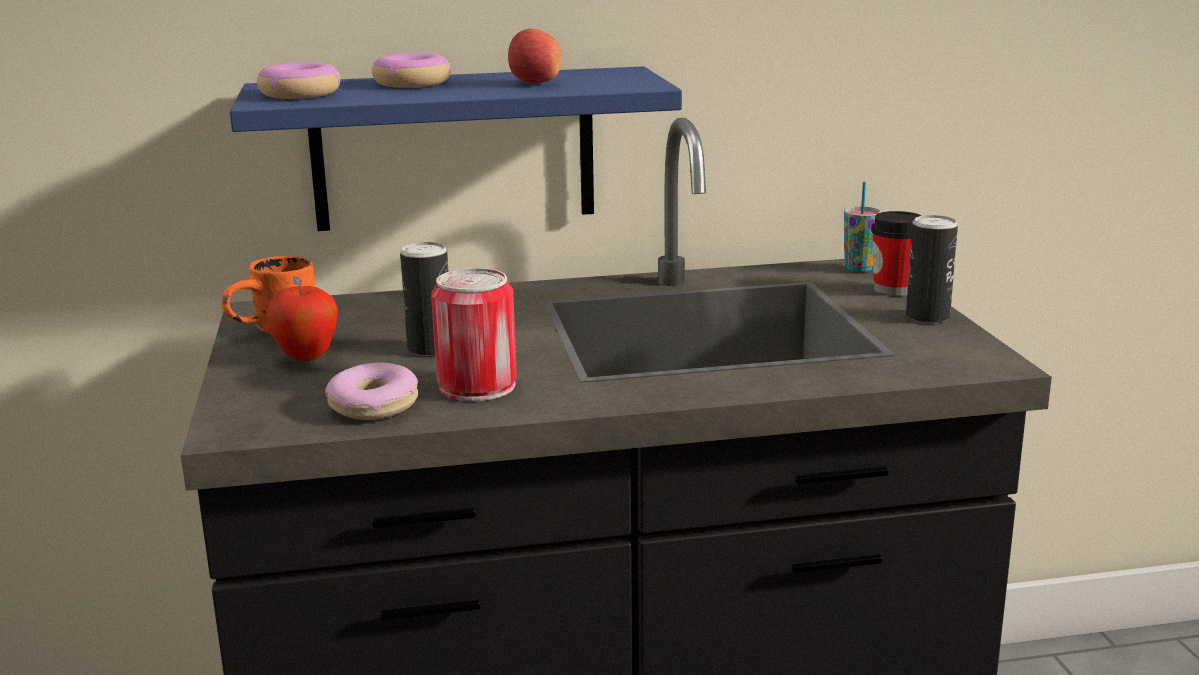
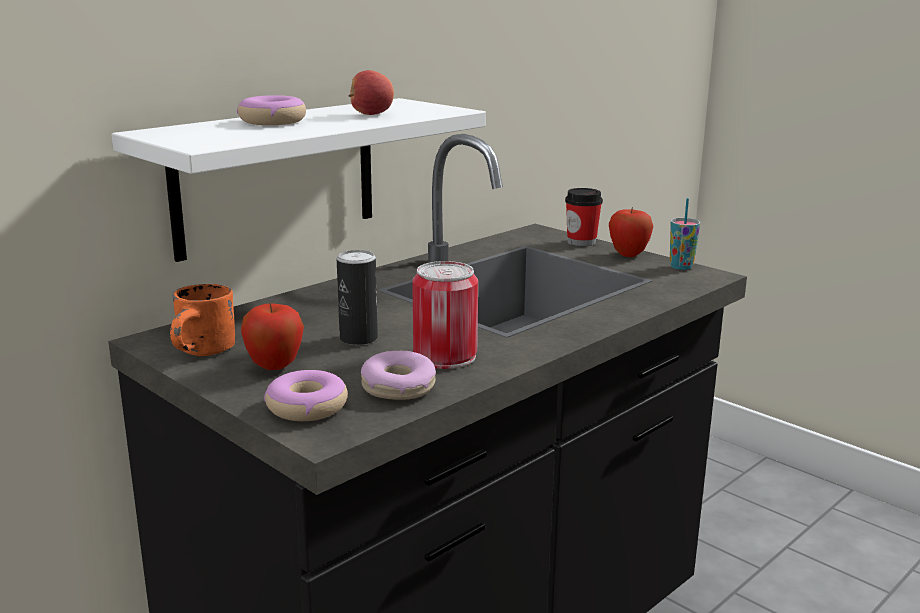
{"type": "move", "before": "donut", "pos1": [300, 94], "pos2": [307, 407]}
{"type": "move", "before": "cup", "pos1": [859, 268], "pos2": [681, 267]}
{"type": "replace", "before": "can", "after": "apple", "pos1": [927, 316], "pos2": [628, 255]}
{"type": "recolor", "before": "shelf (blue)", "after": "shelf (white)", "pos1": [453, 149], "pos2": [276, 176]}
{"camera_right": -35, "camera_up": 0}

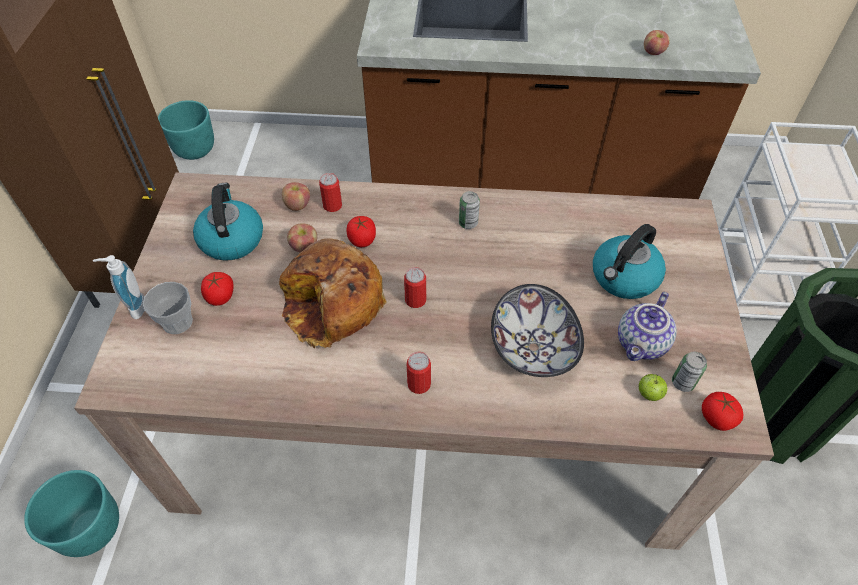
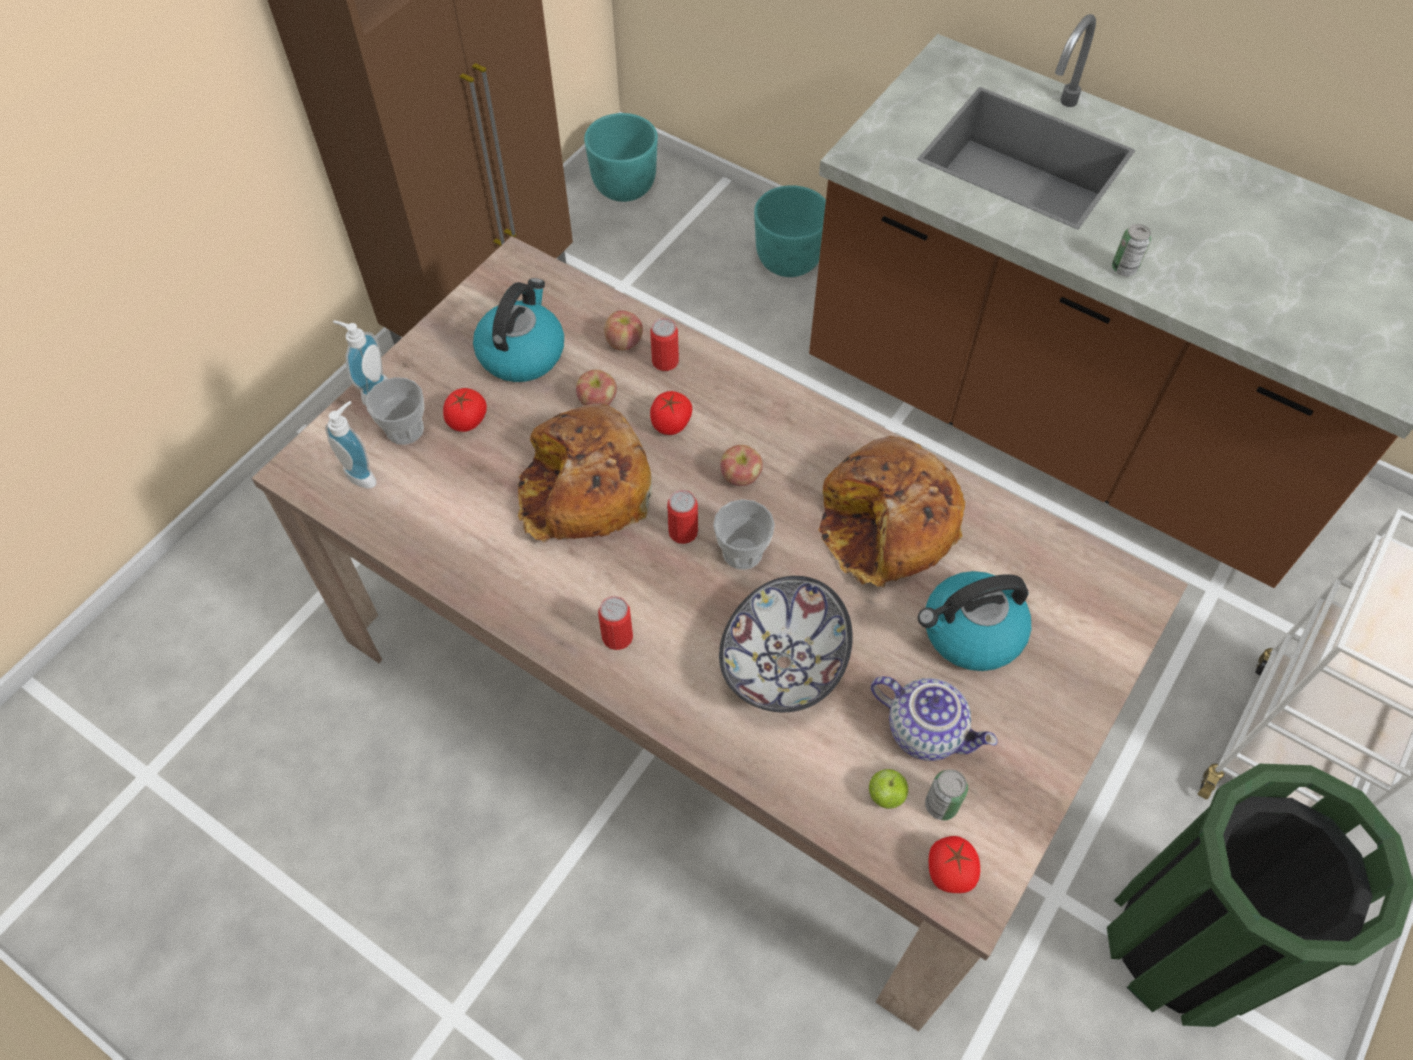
{"type": "insert", "after": "soap dispenser", "pos2": [364, 473]}
{"type": "insert", "after": "cup", "pos2": [742, 552]}
{"type": "insert", "after": "bread", "pos2": [887, 526]}
{"type": "move", "before": "planter (turquoise)", "pos1": [91, 528], "pos2": [788, 260]}
{"type": "move", "before": "can", "pos1": [468, 223], "pos2": [1124, 268]}
{"type": "move", "before": "apple", "pos1": [653, 52], "pos2": [740, 477]}
{"type": "rotate", "before": "teapot", "pos1": [642, 344], "pos2": [926, 730], "turn": -120}
{"camera_right": 30, "camera_up": 5}

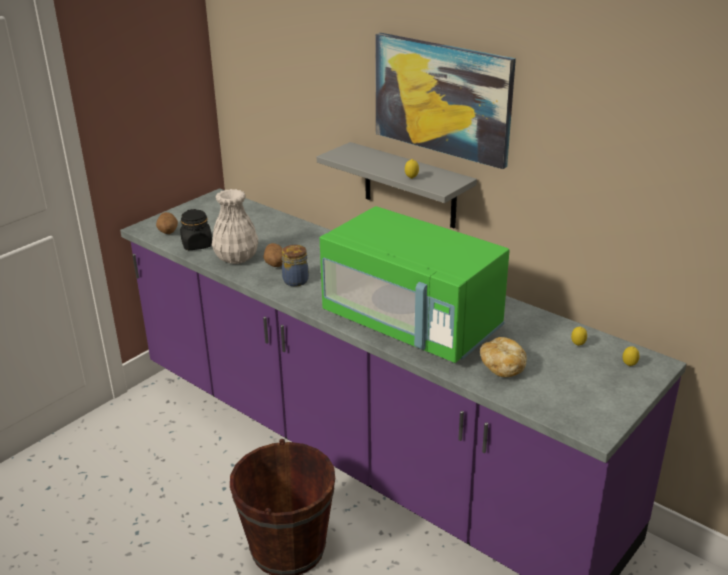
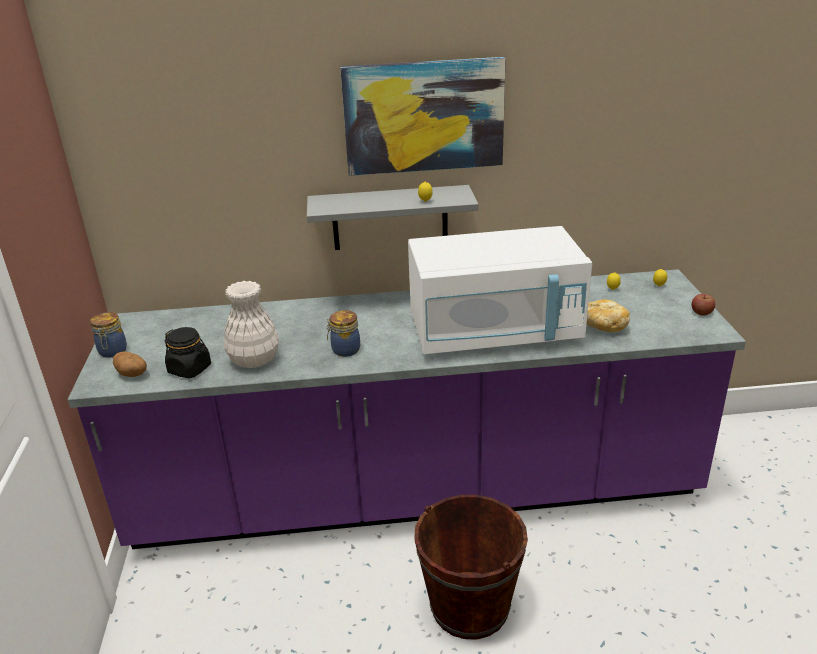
{"type": "delete", "before": "potato", "pos1": [275, 264]}
{"type": "insert", "after": "jar", "pos2": [112, 352]}
{"type": "insert", "after": "apple", "pos2": [701, 312]}
{"type": "recolor", "before": "microwave (green)", "after": "microwave (white)", "pos1": [412, 324], "pos2": [495, 332]}
{"camera_right": -45, "camera_up": 0}

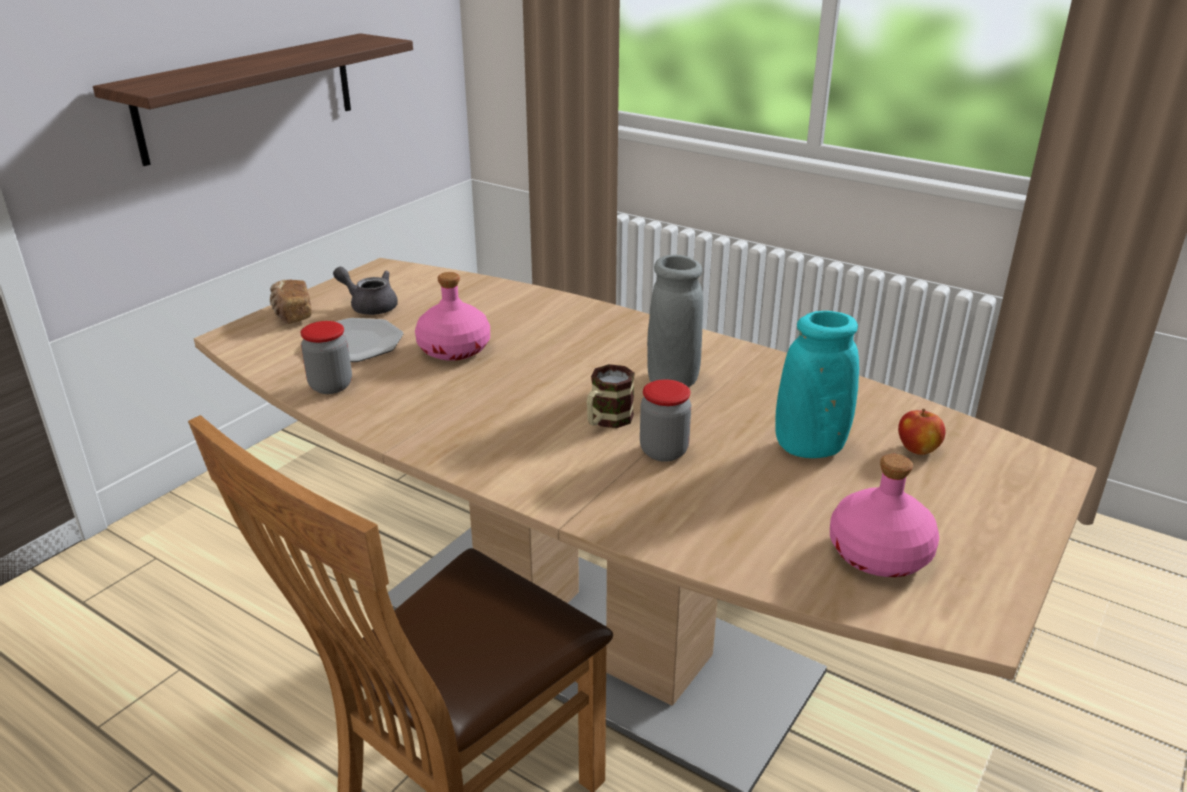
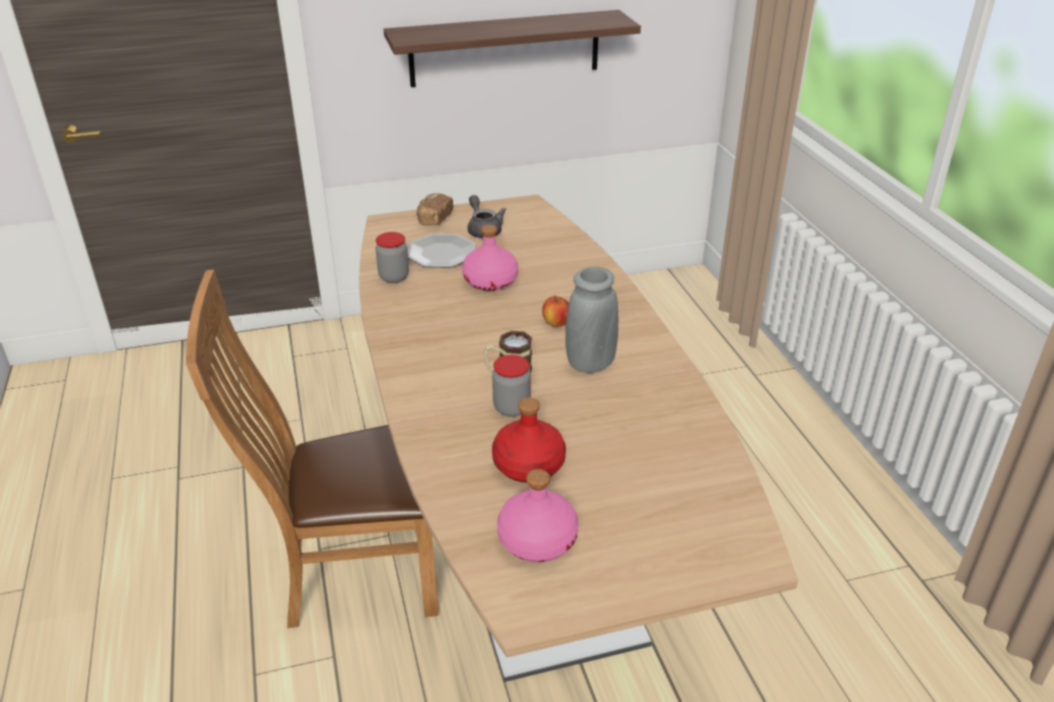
{"type": "delete", "before": "vase (turquoise)", "pos1": [810, 447]}
{"type": "insert", "after": "bottle (red)", "pos2": [528, 465]}
{"type": "move", "before": "apple", "pos1": [918, 449], "pos2": [556, 323]}
{"camera_right": 40, "camera_up": 5}

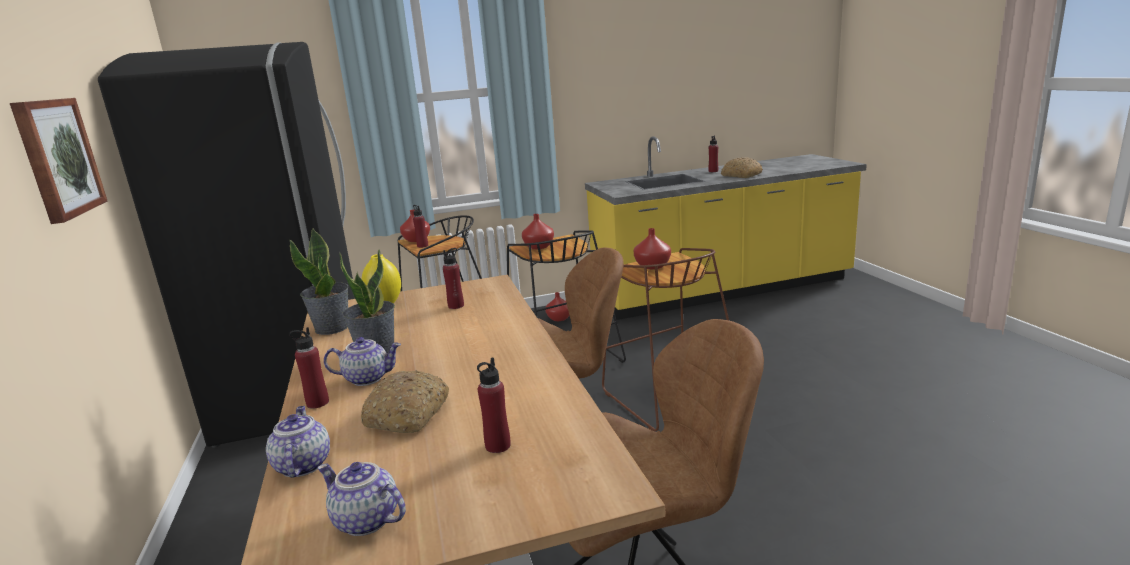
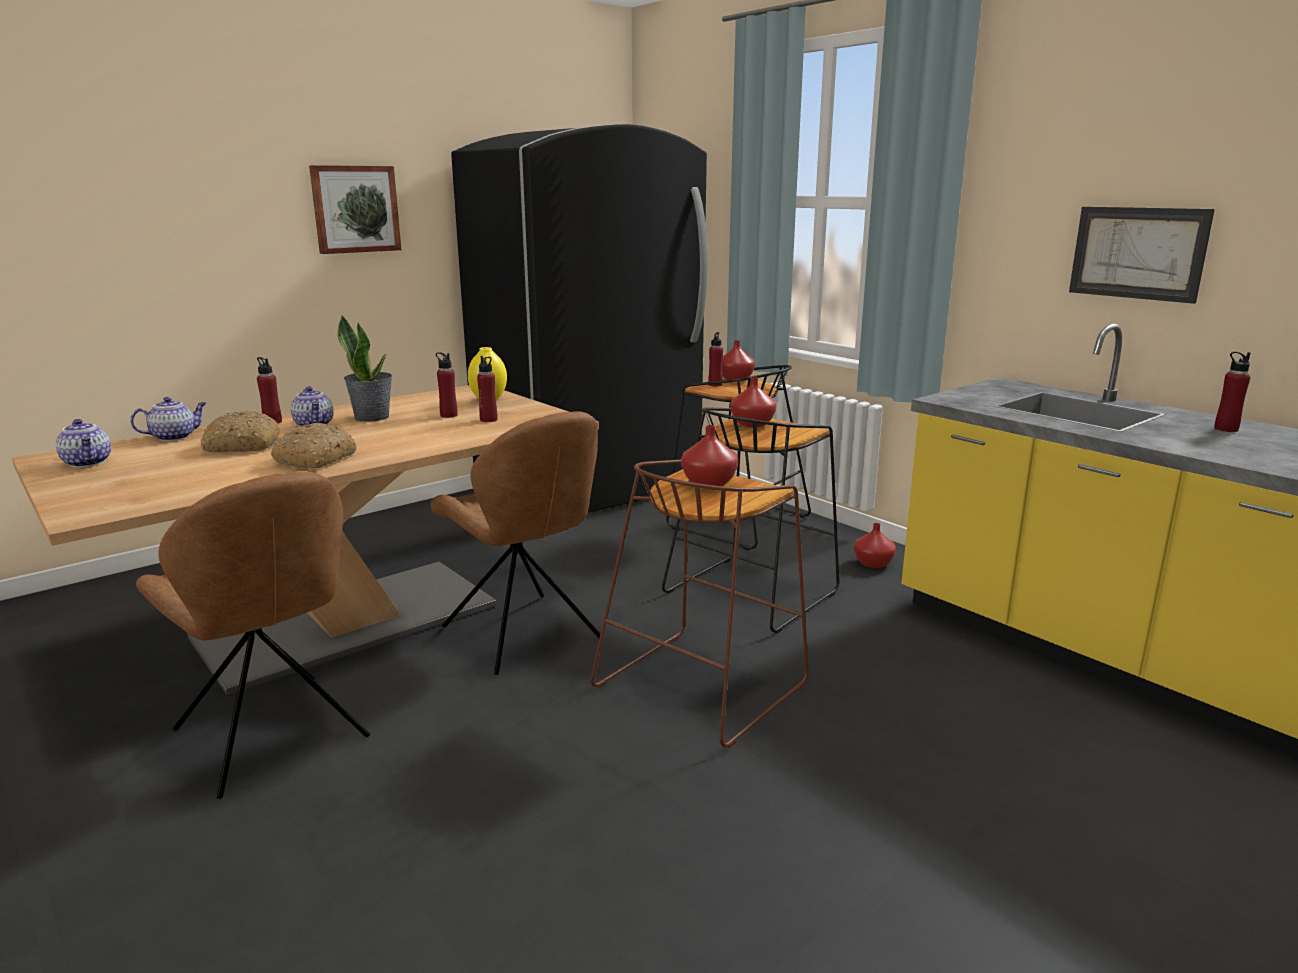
{"type": "delete", "before": "potted plant", "pos1": [332, 328]}
{"type": "insert", "after": "picture", "pos2": [1138, 253]}
{"type": "move", "before": "bottle (red)", "pos1": [497, 445], "pos2": [448, 415]}
{"type": "move", "before": "bread", "pos1": [741, 175], "pos2": [316, 459]}
{"type": "rotate", "before": "teapot", "pos1": [365, 521], "pos2": [89, 463], "turn": 135}
{"camera_right": 65, "camera_up": 0}

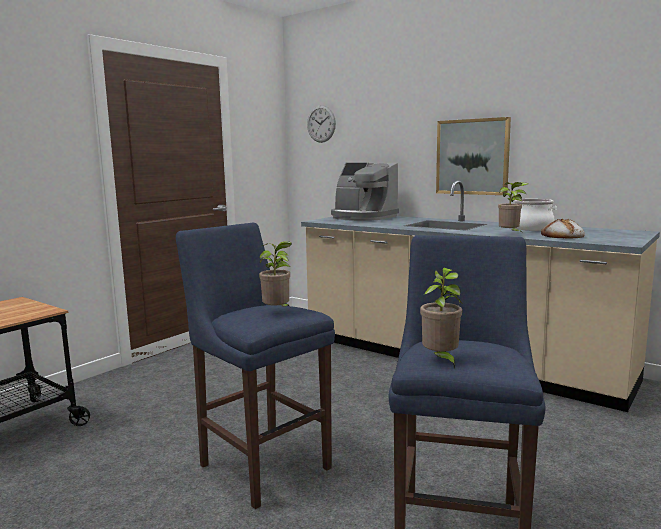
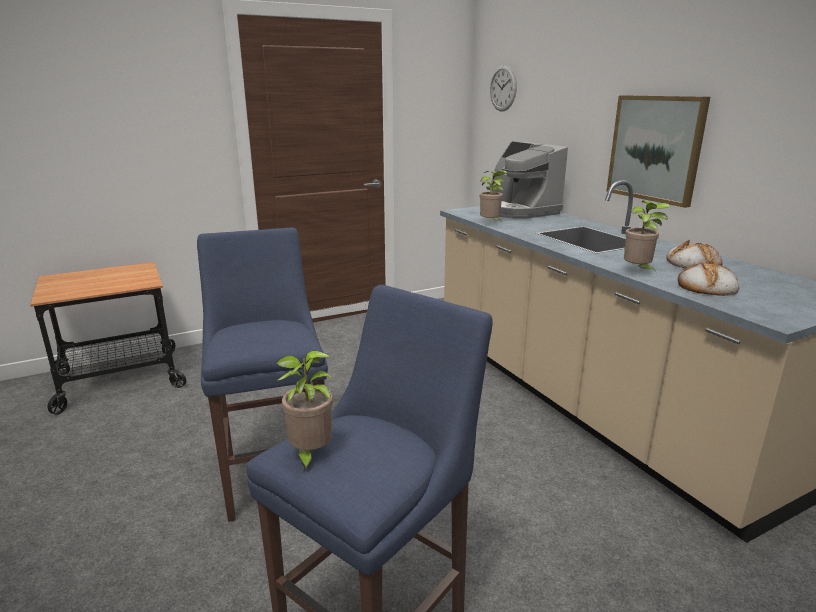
{"type": "move", "before": "potted plant", "pos1": [278, 312], "pos2": [491, 223]}
{"type": "replace", "before": "cooking pot", "after": "bread", "pos1": [532, 228], "pos2": [692, 263]}
{"camera_right": 25, "camera_up": 10}

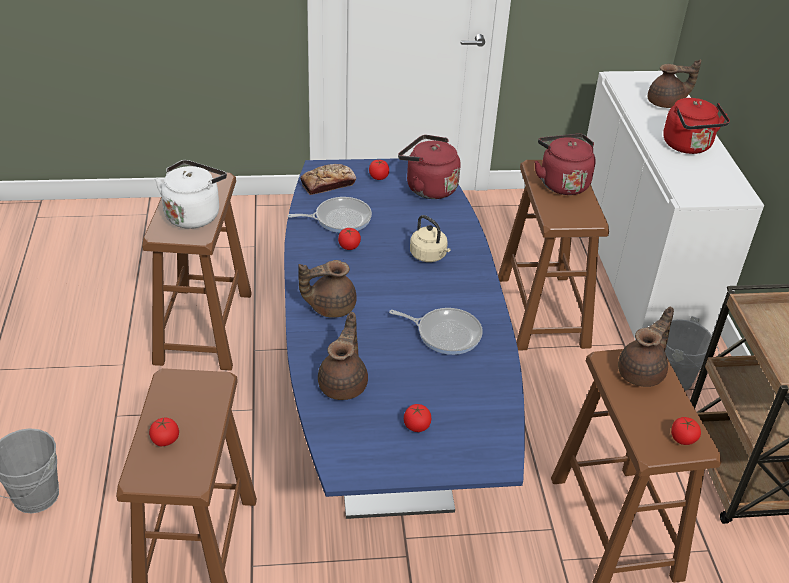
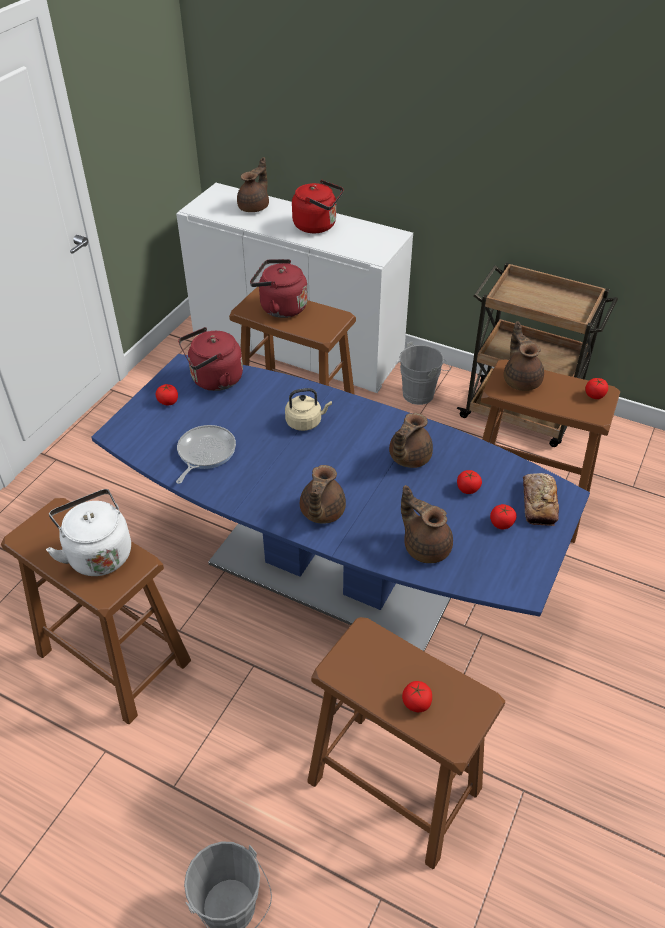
{"type": "move", "before": "bread", "pos1": [328, 184], "pos2": [538, 503]}
{"type": "move", "before": "tomato", "pos1": [349, 246], "pos2": [467, 489]}
{"type": "replace", "before": "frying pan", "after": "teapot (brown)", "pos1": [445, 333], "pos2": [408, 458]}
{"camera_right": -55, "camera_up": 5}

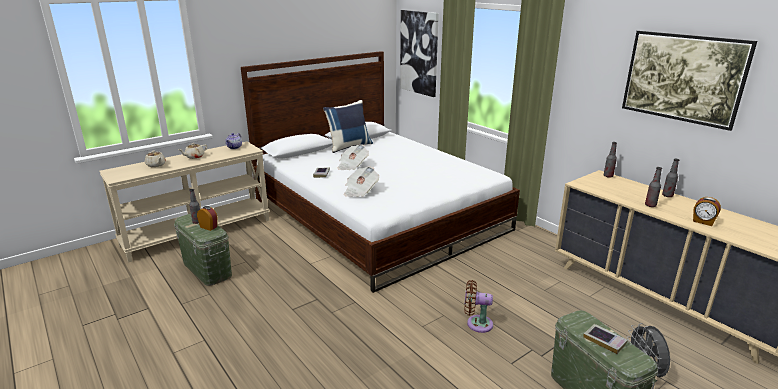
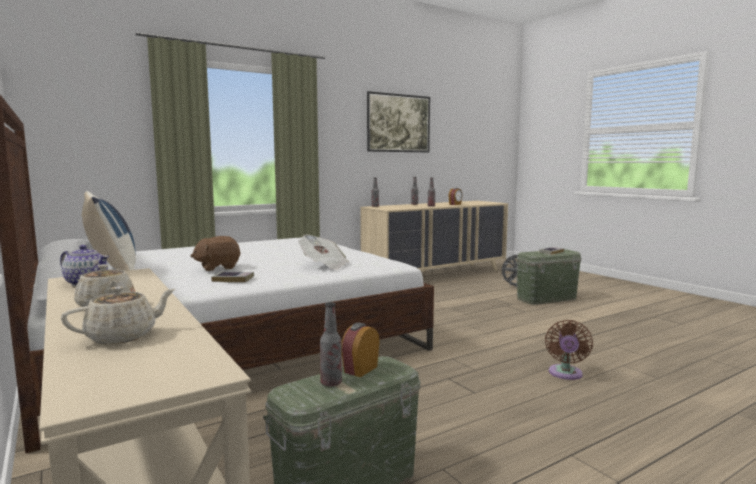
{"type": "delete", "before": "picture", "pos1": [419, 53]}
{"type": "move", "before": "fan (brown)", "pos1": [476, 323], "pos2": [565, 374]}
{"type": "replace", "before": "newspaper", "after": "plush toy (brown)", "pos1": [352, 166], "pos2": [218, 267]}
{"camera_right": -85, "camera_up": -15}

